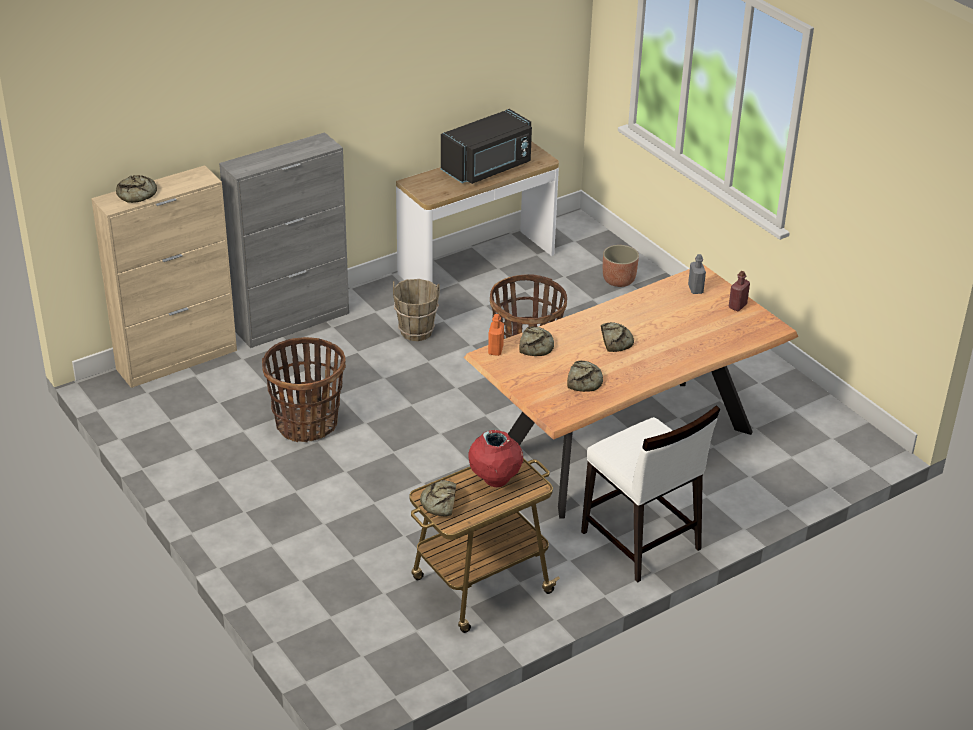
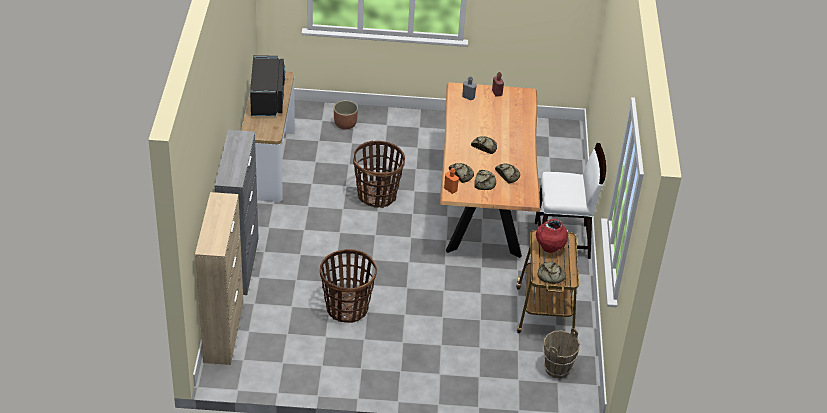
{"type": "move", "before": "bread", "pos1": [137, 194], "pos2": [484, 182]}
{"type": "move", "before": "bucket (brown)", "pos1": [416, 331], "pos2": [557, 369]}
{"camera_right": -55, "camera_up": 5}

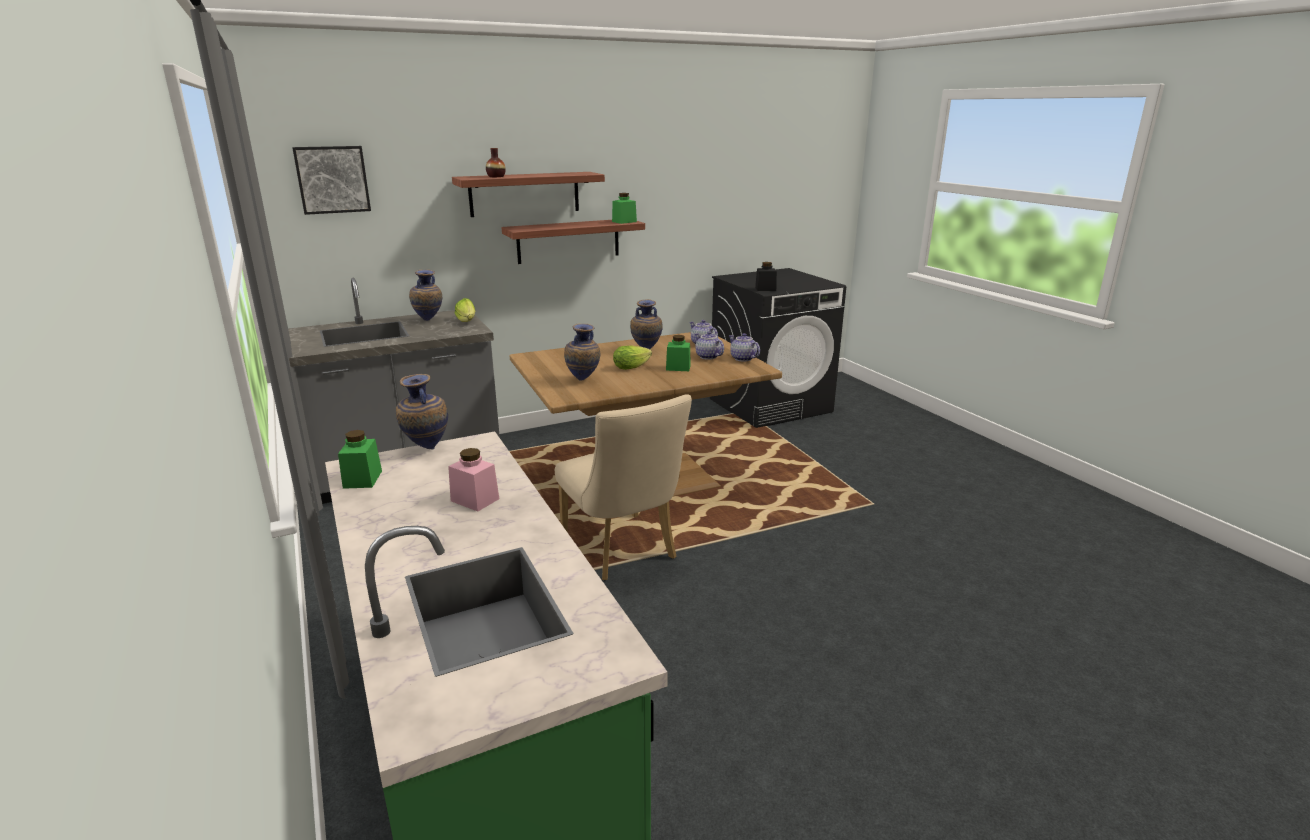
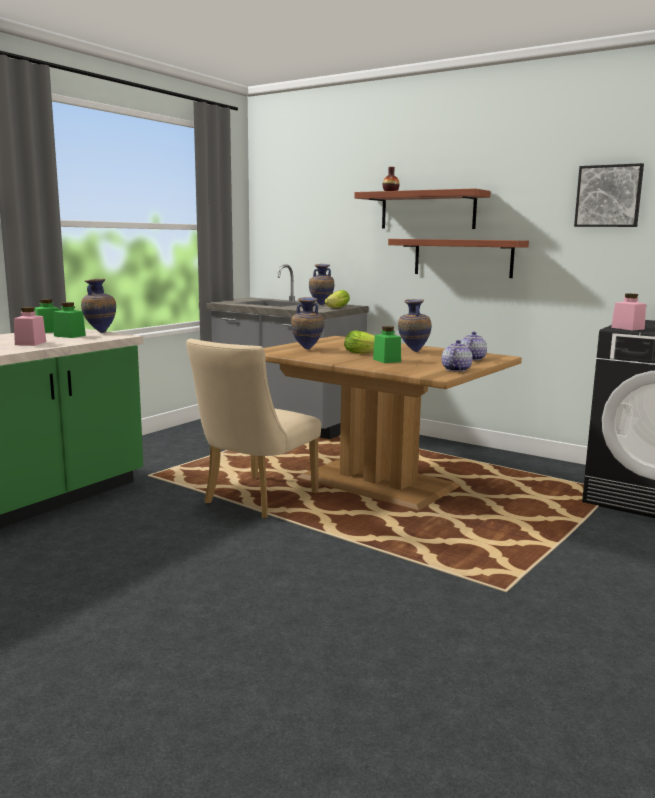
{"type": "delete", "before": "teapot", "pos1": [707, 357]}
{"type": "move", "before": "picture", "pos1": [332, 179], "pos2": [608, 196]}
{"type": "move", "before": "jar (green)", "pos1": [624, 221], "pos2": [69, 336]}
{"type": "recolor", "before": "jar (black)", "after": "jar (pink)", "pos1": [765, 289], "pos2": [627, 328]}
{"camera_right": 60, "camera_up": -10}

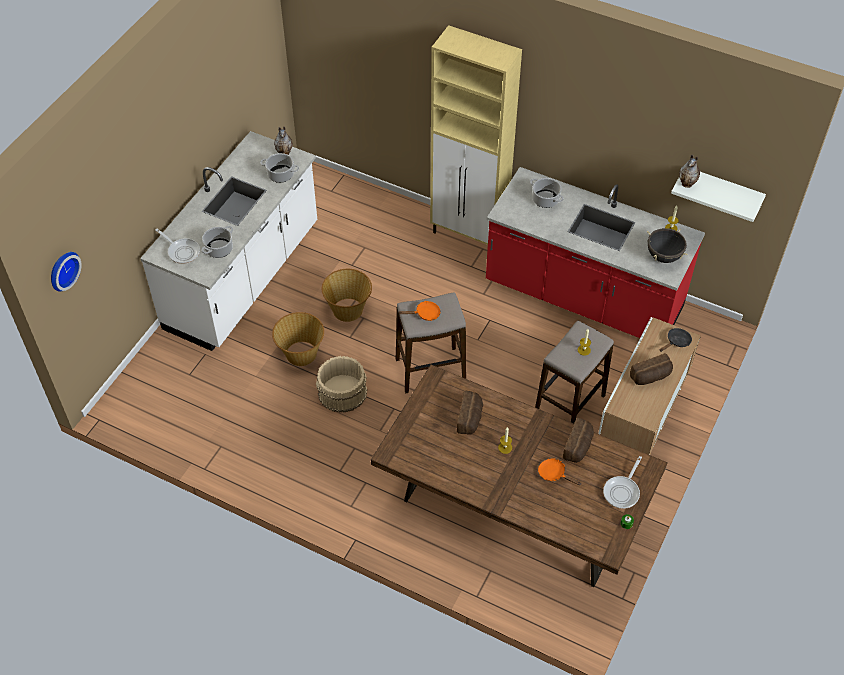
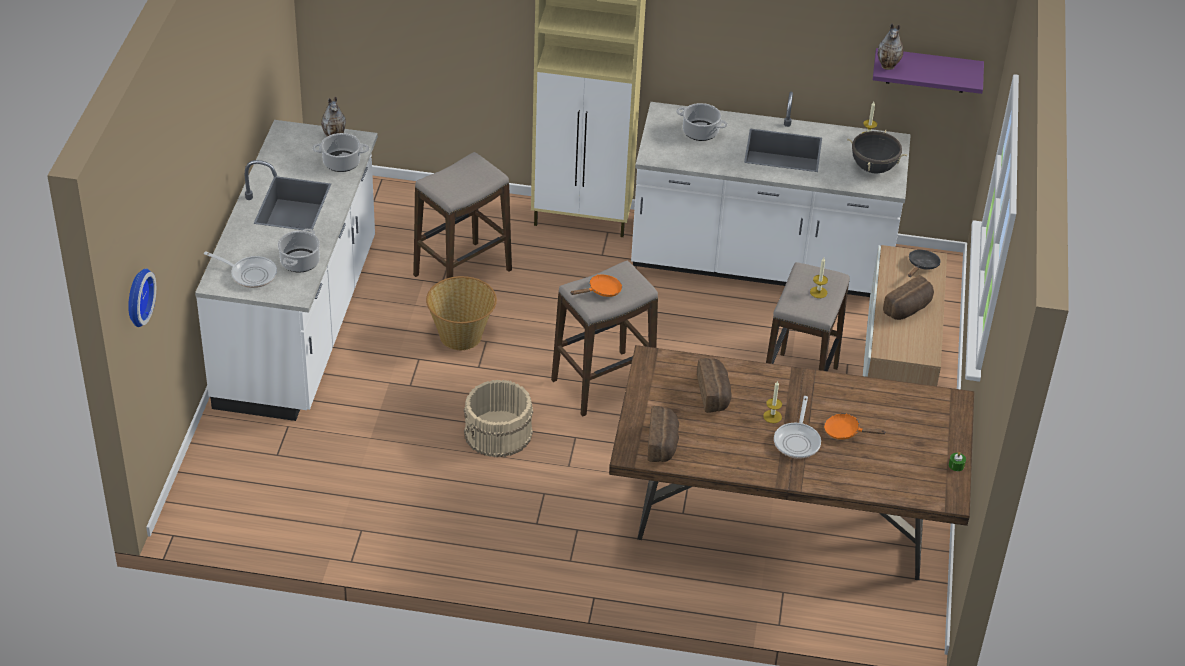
{"type": "delete", "before": "basket", "pos1": [301, 354]}
{"type": "insert", "after": "stool", "pos2": [462, 273]}
{"type": "move", "before": "bread", "pos1": [578, 447], "pos2": [663, 444]}
{"type": "move", "before": "frying pan", "pos1": [622, 491], "pos2": [797, 440]}
{"type": "recolor", "before": "counter (red)", "after": "counter (white)", "pos1": [583, 297], "pos2": [761, 262]}
{"type": "recolor", "before": "shelf (white)", "after": "shelf (purple)", "pos1": [722, 191], "pos2": [927, 71]}
{"camera_right": -20, "camera_up": -10}

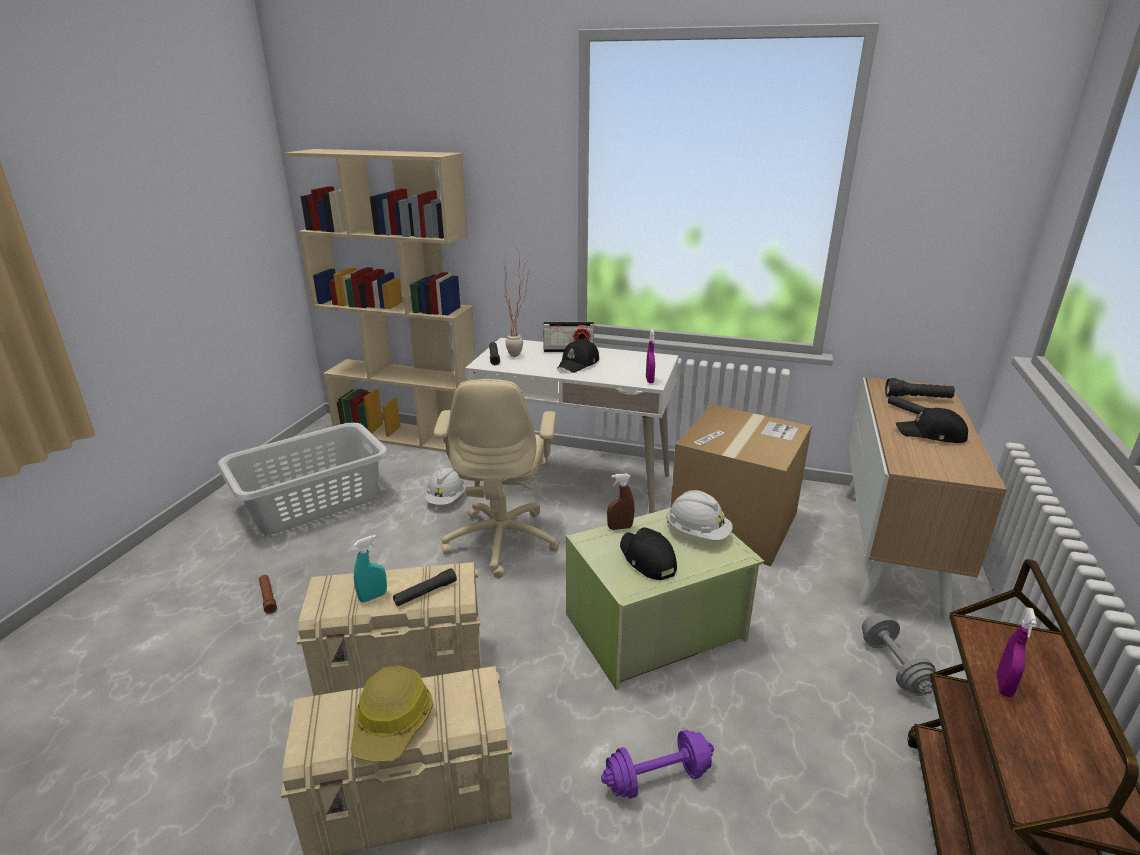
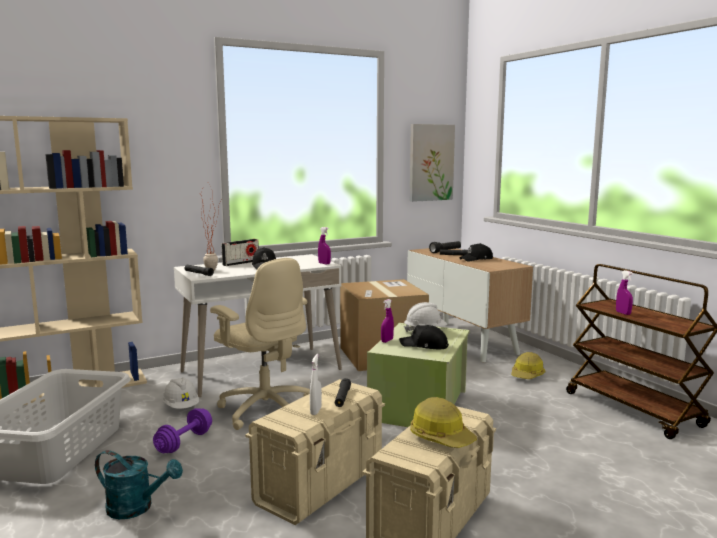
{"type": "insert", "after": "picture", "pos2": [431, 162]}
{"type": "move", "before": "dumbbell (purple)", "pos1": [657, 778], "pos2": [184, 442]}
{"type": "replace", "before": "flashlight (brown)", "after": "watering can (turquoise)", "pos1": [268, 597], "pos2": [137, 508]}
{"type": "replace", "before": "dumbbell (grey)", "after": "hard hat", "pos1": [893, 666], "pos2": [527, 375]}
{"type": "recolor", "before": "spray bottle (turquoise)", "after": "spray bottle (white)", "pos1": [373, 597], "pos2": [315, 411]}
{"type": "recolor", "before": "spray bottle (brown)", "after": "spray bottle (purple)", "pos1": [620, 527], "pos2": [387, 341]}
{"camera_right": -45, "camera_up": -15}

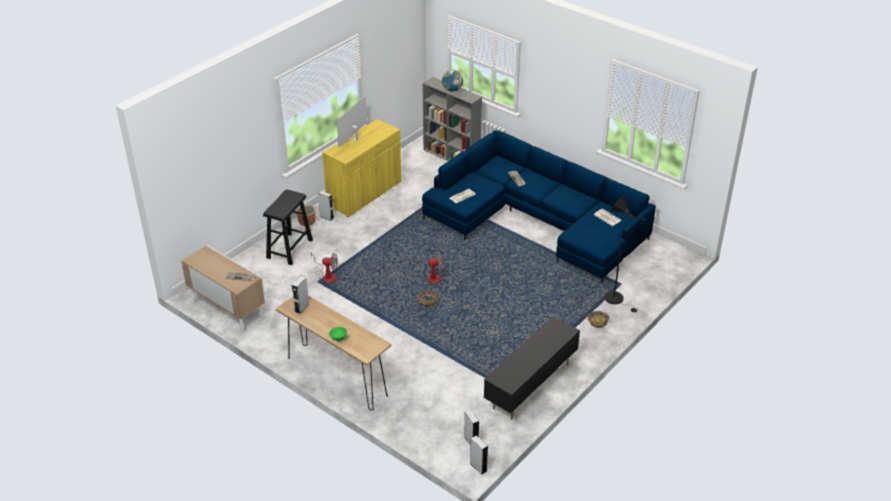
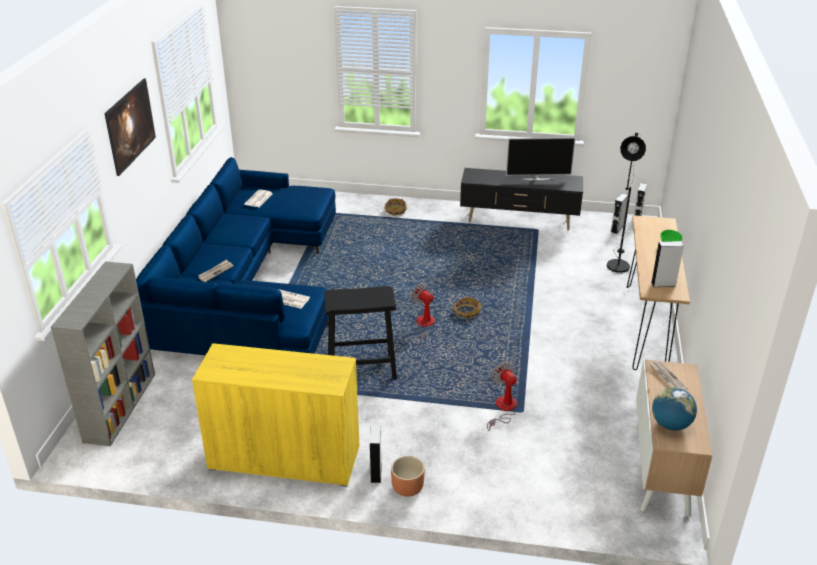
{"type": "insert", "after": "picture", "pos2": [133, 141]}
{"type": "move", "before": "stool (black)", "pos1": [290, 249], "pos2": [361, 368]}
{"type": "move", "before": "television", "pos1": [355, 139], "pos2": [537, 178]}
{"type": "move", "before": "globe", "pos1": [452, 90], "pos2": [670, 424]}
{"type": "move", "before": "floor lamp (black)", "pos1": [617, 299], "pos2": [617, 263]}
{"camera_right": -120, "camera_up": -5}

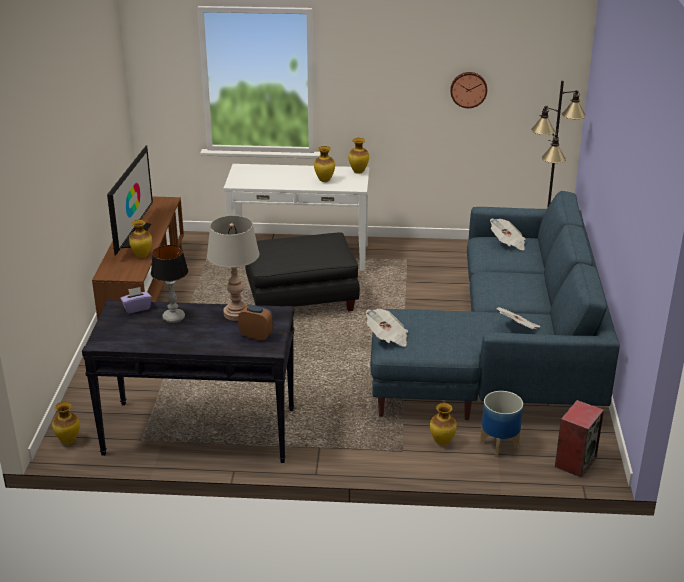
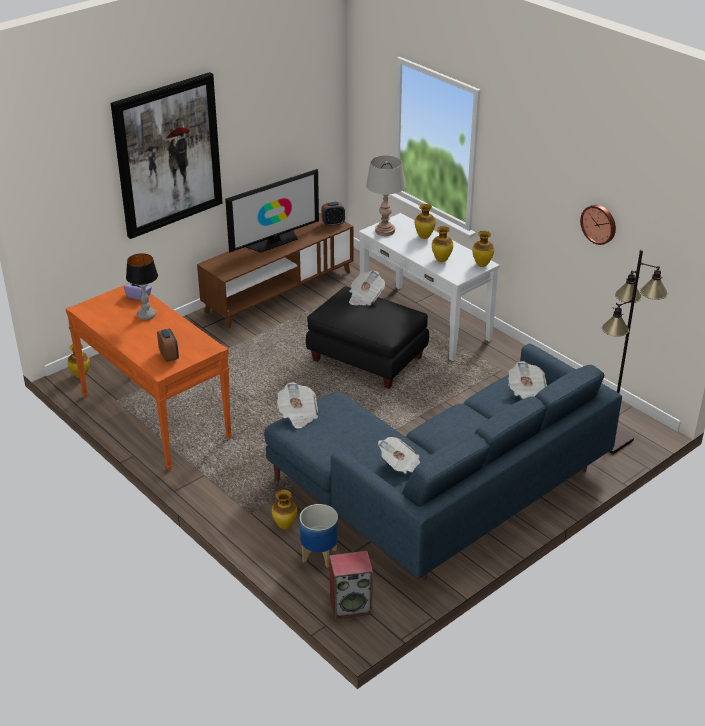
{"type": "insert", "after": "picture", "pos2": [168, 155]}
{"type": "insert", "after": "alarm clock", "pos2": [333, 224]}
{"type": "insert", "after": "newspaper", "pos2": [365, 297]}
{"type": "move", "before": "vase", "pos1": [142, 256], "pos2": [424, 237]}
{"type": "move", "before": "table lamp (grey)", "pos1": [236, 313], "pos2": [385, 231]}
{"type": "recolor", "before": "console table (black)", "after": "console table (orange)", "pos1": [199, 432], "pos2": [154, 416]}
{"camera_right": 45, "camera_up": 5}

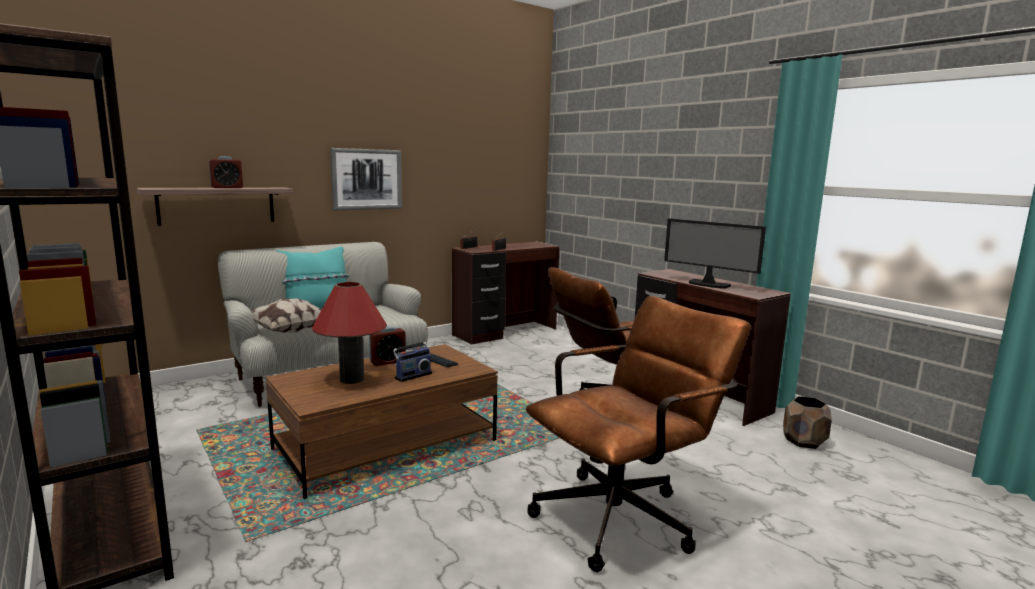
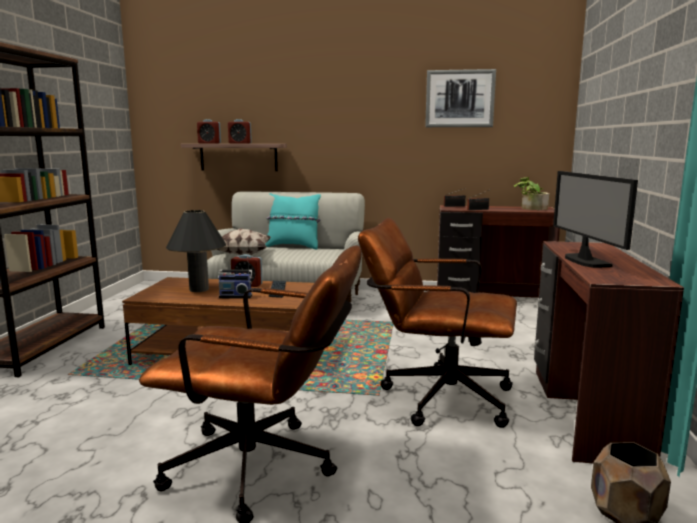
{"type": "insert", "after": "alarm clock", "pos2": [209, 143]}
{"type": "insert", "after": "potted plant", "pos2": [530, 208]}
{"type": "move", "before": "picture", "pos1": [367, 179], "pos2": [459, 98]}
{"type": "recolor", "before": "table lamp (red)", "after": "table lamp (black)", "pos1": [352, 379], "pos2": [199, 289]}
{"camera_right": 45, "camera_up": 0}

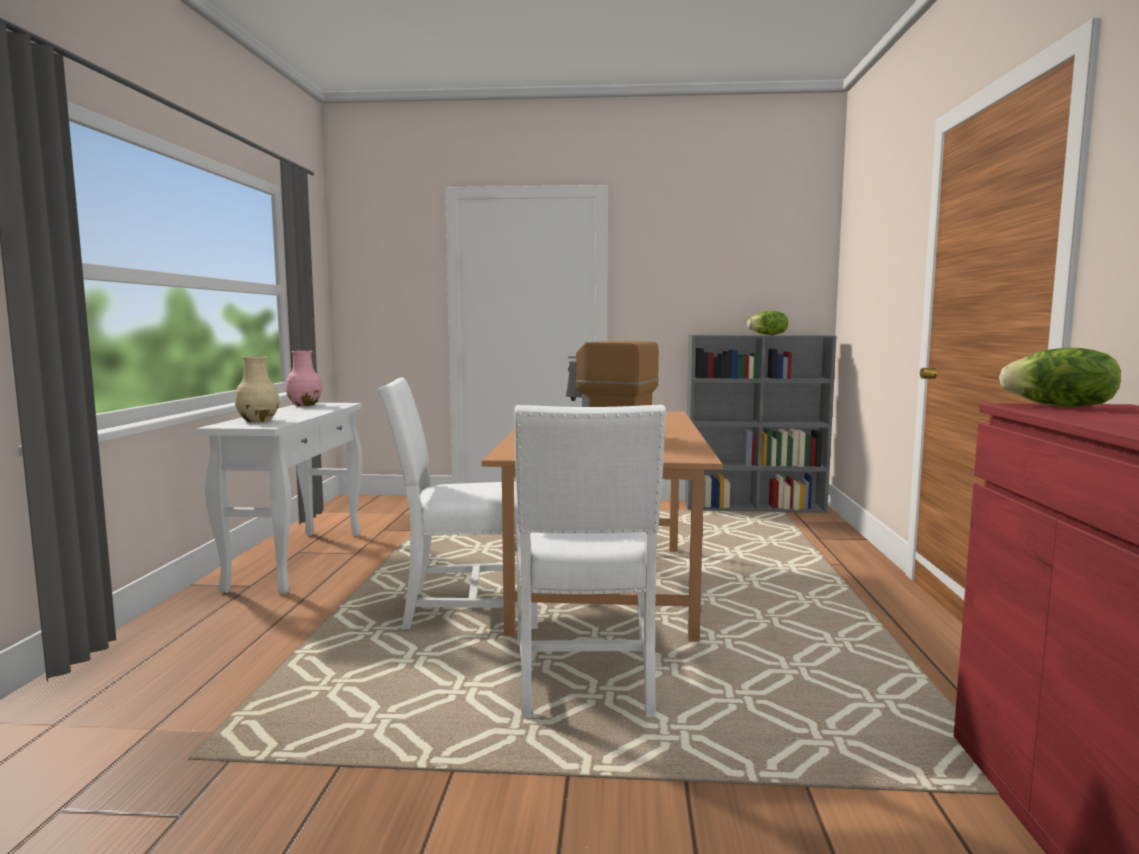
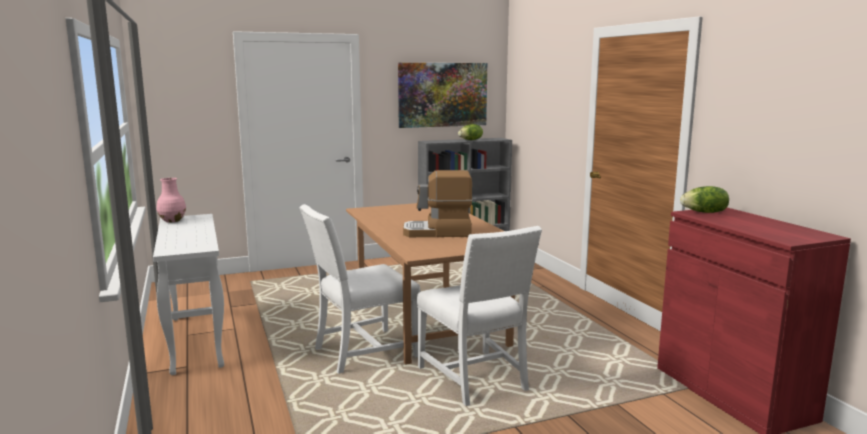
{"type": "delete", "before": "vase (beige)", "pos1": [258, 420]}
{"type": "insert", "after": "picture", "pos2": [442, 94]}
{"camera_right": -25, "camera_up": 5}

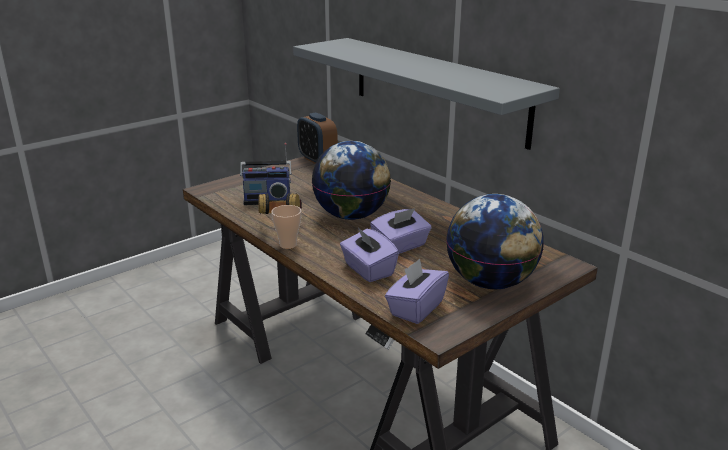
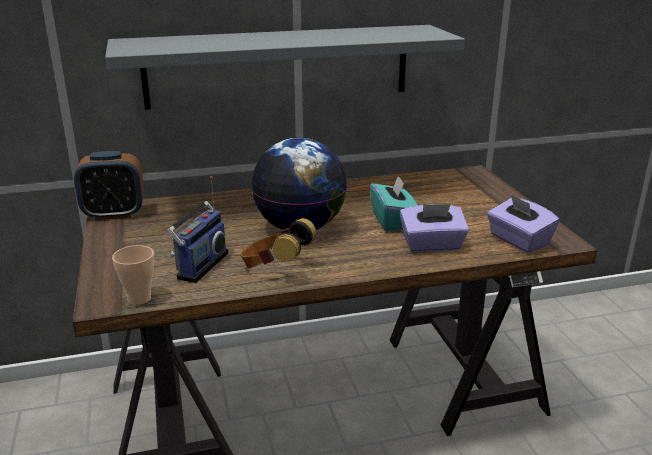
{"type": "delete", "before": "globe", "pos1": [490, 283]}
{"type": "move", "before": "cup", "pos1": [288, 245], "pos2": [139, 299]}
{"type": "recolor", "before": "tissue box (purple)", "after": "tissue box (turquoise)", "pos1": [400, 246], "pos2": [393, 221]}
{"camera_right": -65, "camera_up": 0}

